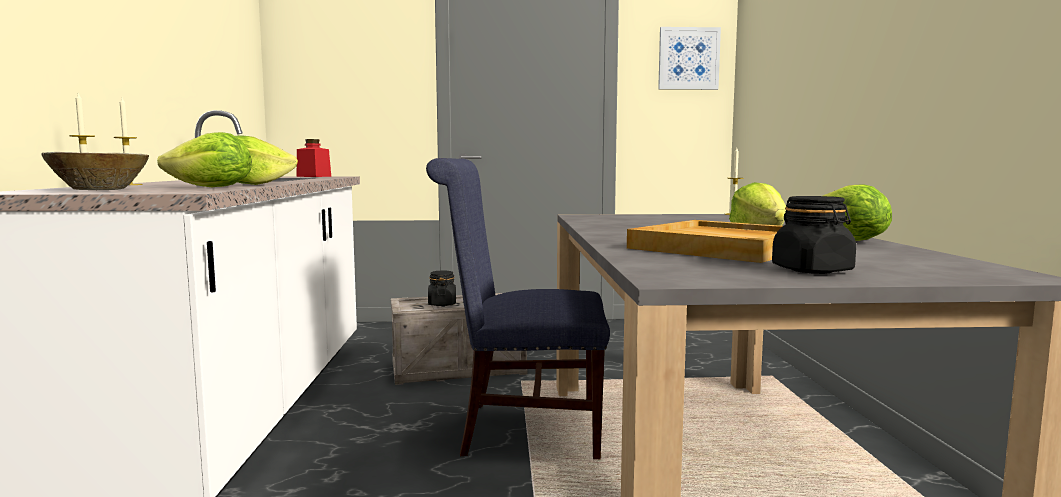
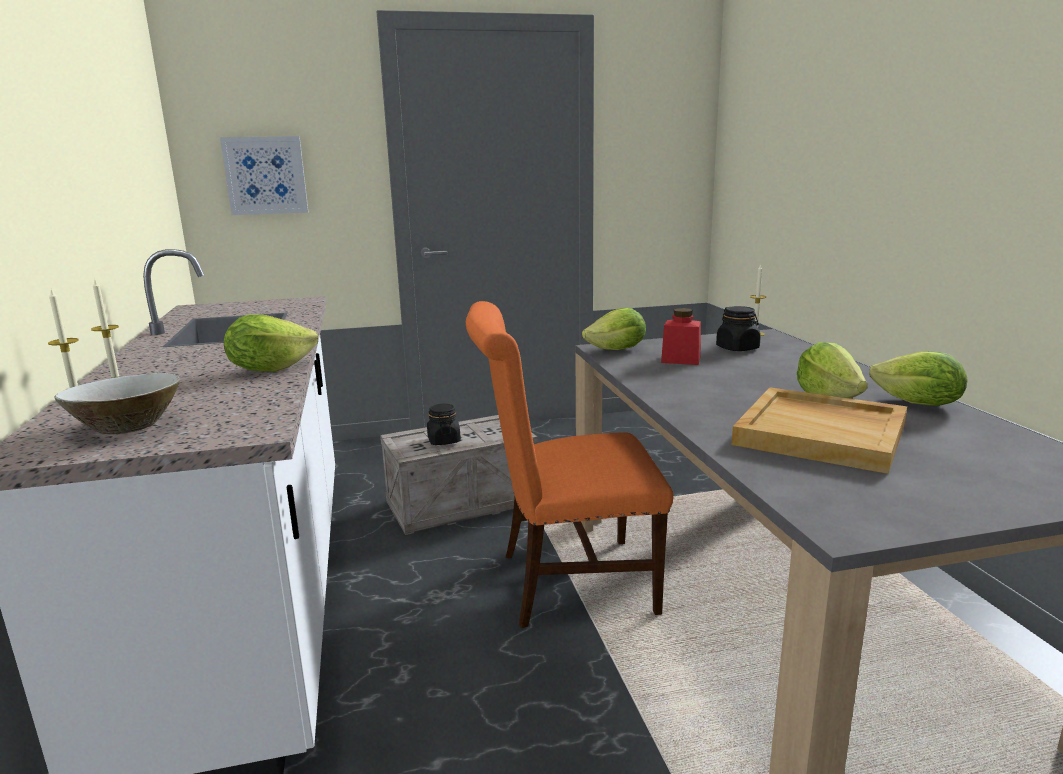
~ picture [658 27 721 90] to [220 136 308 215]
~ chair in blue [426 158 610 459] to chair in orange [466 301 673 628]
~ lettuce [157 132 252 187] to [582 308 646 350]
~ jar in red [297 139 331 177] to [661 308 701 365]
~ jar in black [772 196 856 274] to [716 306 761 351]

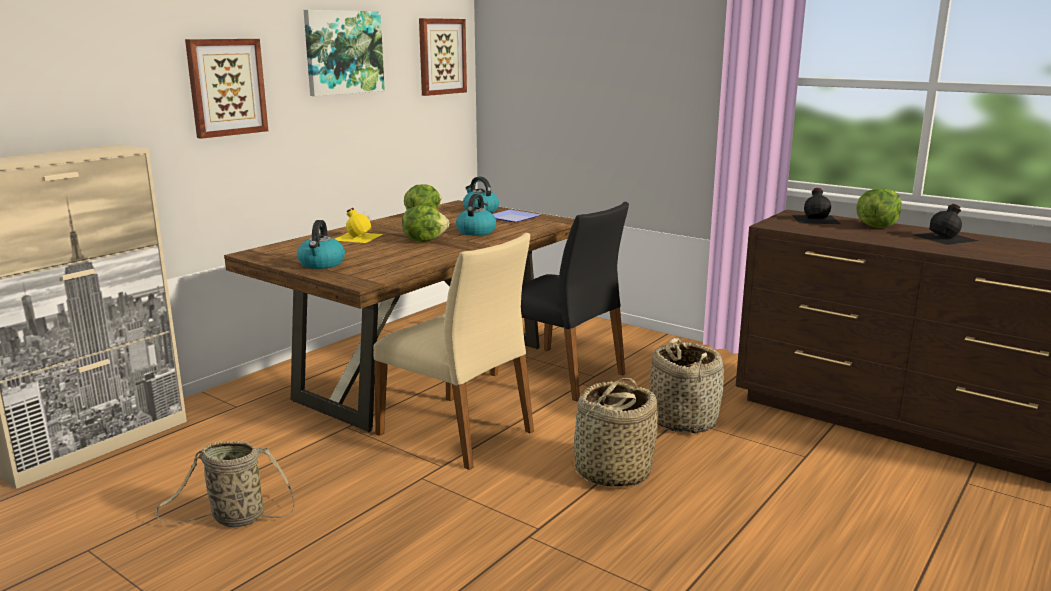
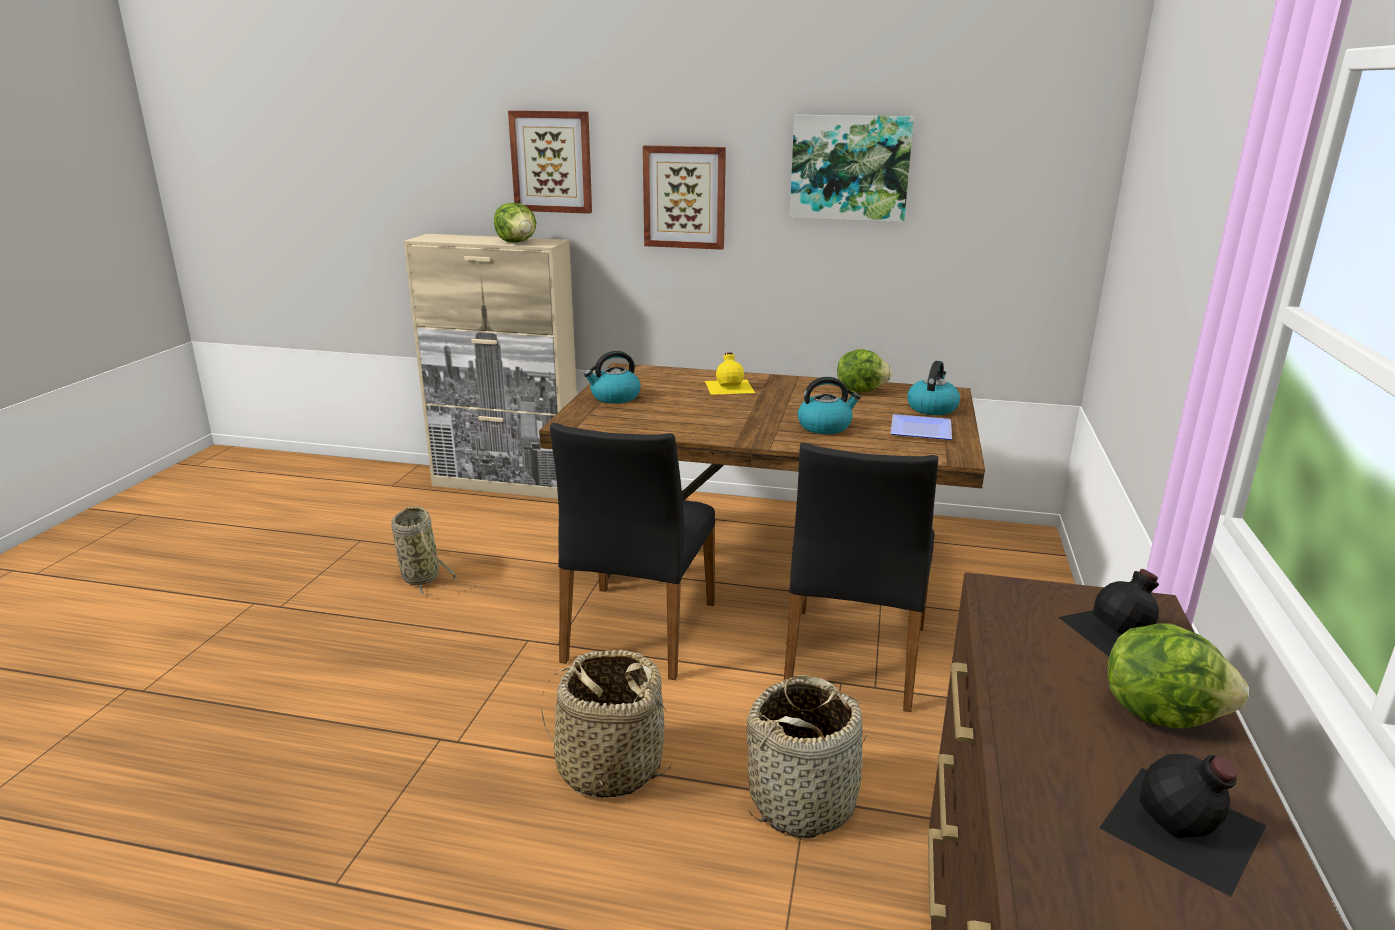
~ lettuce [402 205 449 242] to [494 203 536 243]
~ picture [419 18 467 96] to [508 110 592 214]
~ chair in beige [374 233 534 470] to chair in black [550 423 715 680]

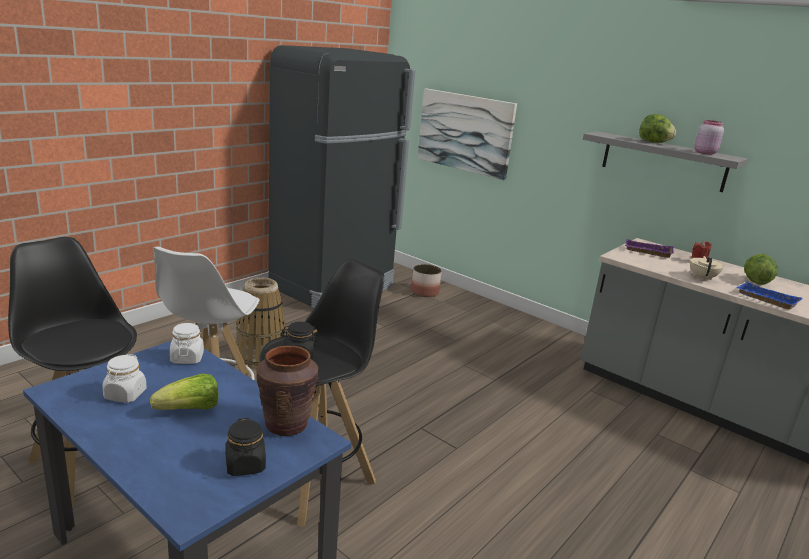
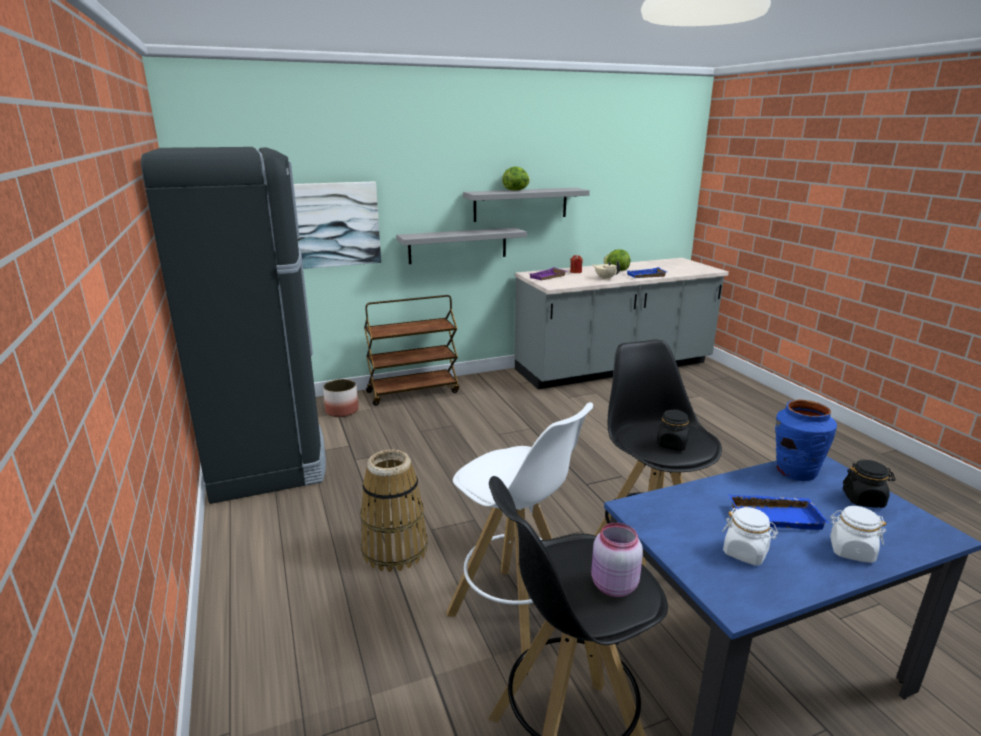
+ cart in brown [364 295 459 406]
+ shelf in grey [396 227 527 264]
~ jar in pink [694 120 724 155] to [591 523 643 597]
~ lettuce [150 374 219 410] to tray in blue [729 495 829 530]
~ vase in brown [256 346 319 436] to vase in blue [775 400 837 481]
~ jar in white [170 323 204 364] to [830 506 886 563]

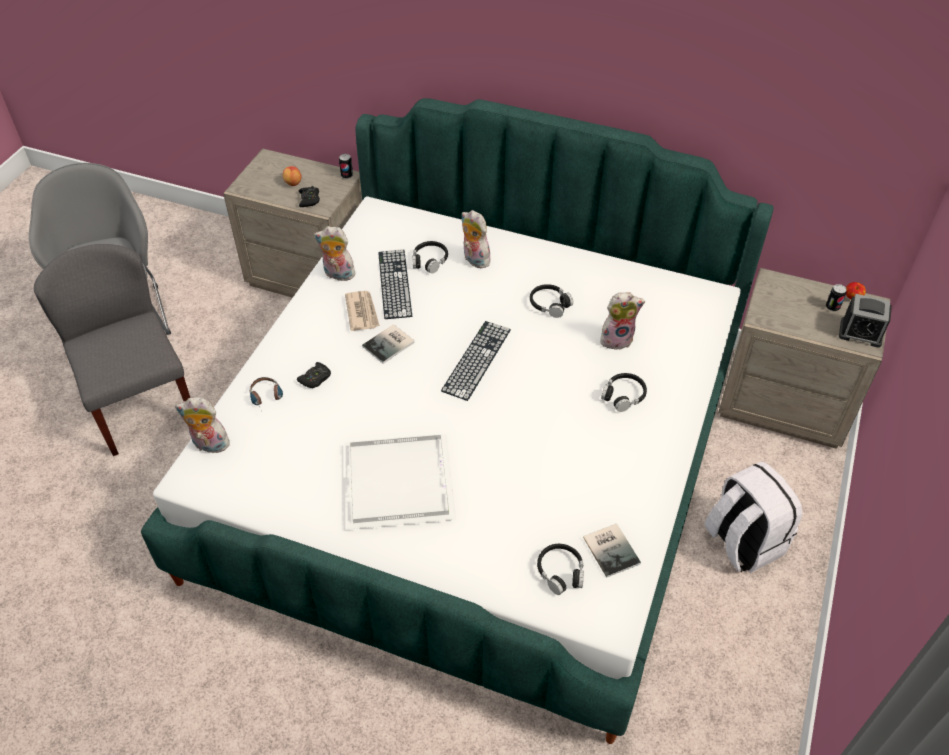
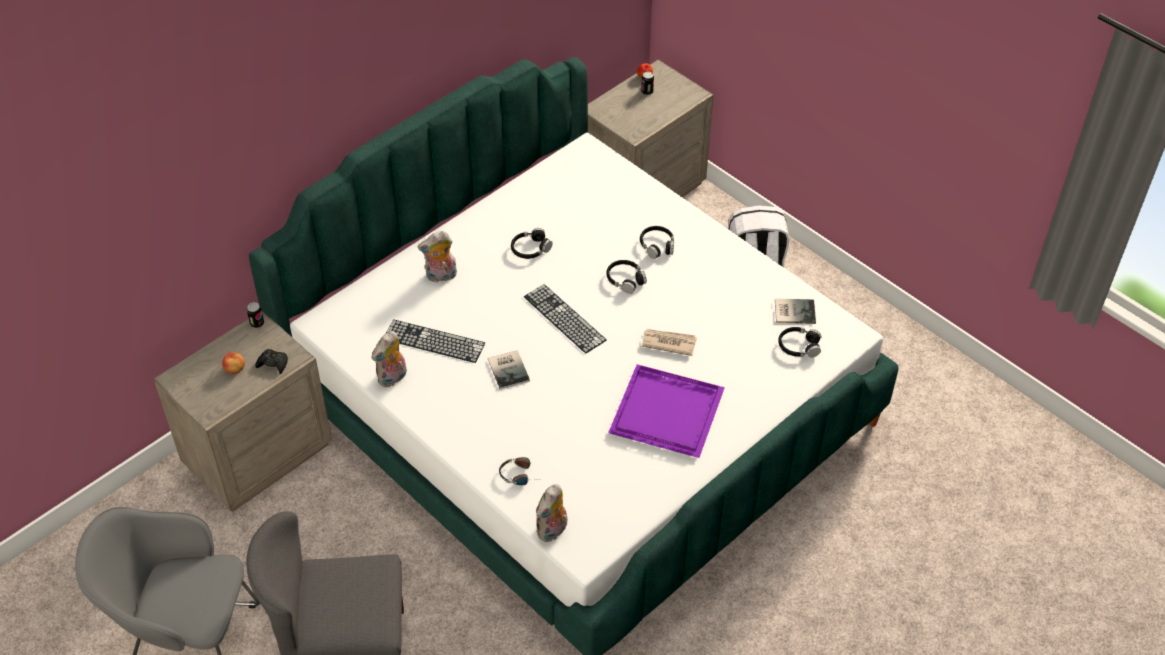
~ headphones in black [412 241 448 274] to [607 260 647 294]
~ tray in white [344 434 456 530] to tray in purple [608 364 725 458]
~ newspaper [345 291 380 331] to [642 329 697 356]
- game controller in black [297 362 331 388]
- plush toy [600 292 645 350]
- alarm clock [839 294 892 348]

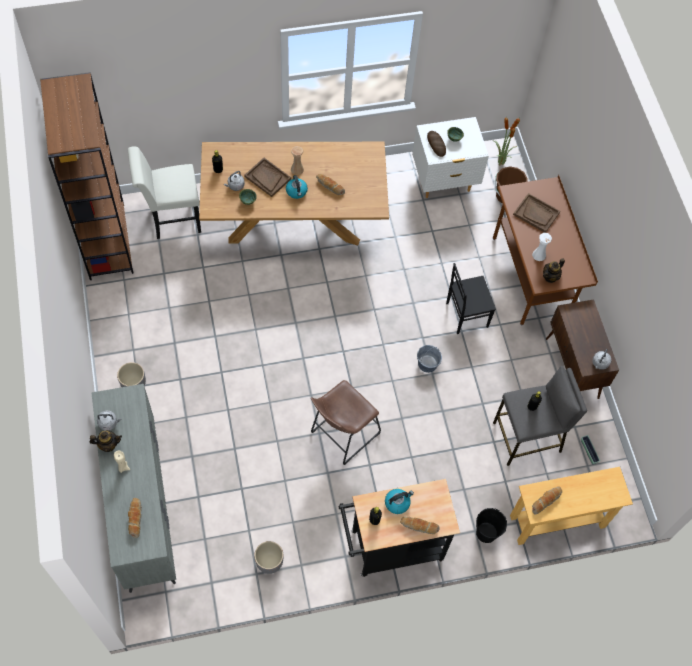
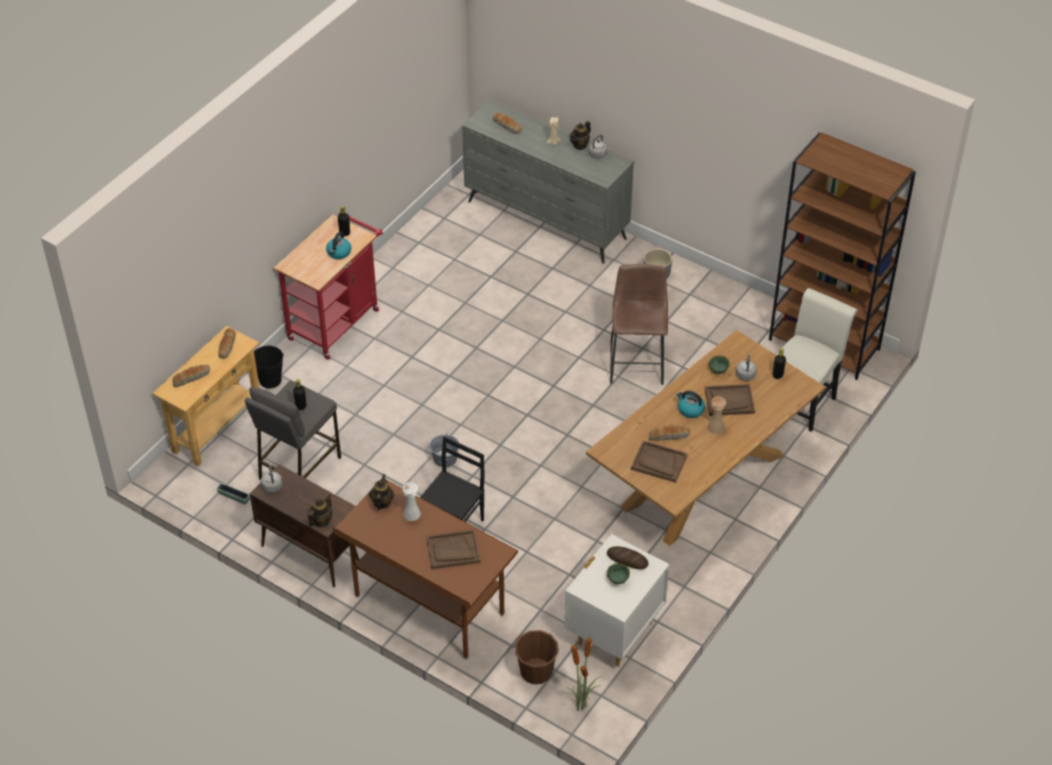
~ bread [400 517 440 534] to [173 364 210 387]
~ cart in black [338 479 460 577] to cart in red [274 212 383 360]
+ teapot [308 494 332 527]
~ stool in brown [311 380 381 465] to [610 264 668 385]
+ tray in brown [631 441 687 483]
- planter in grey [254 541 284 574]

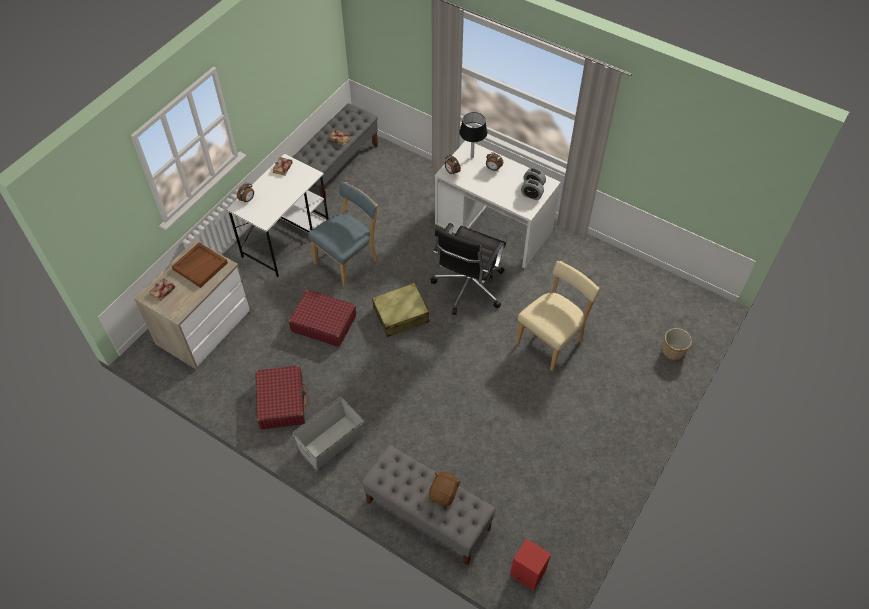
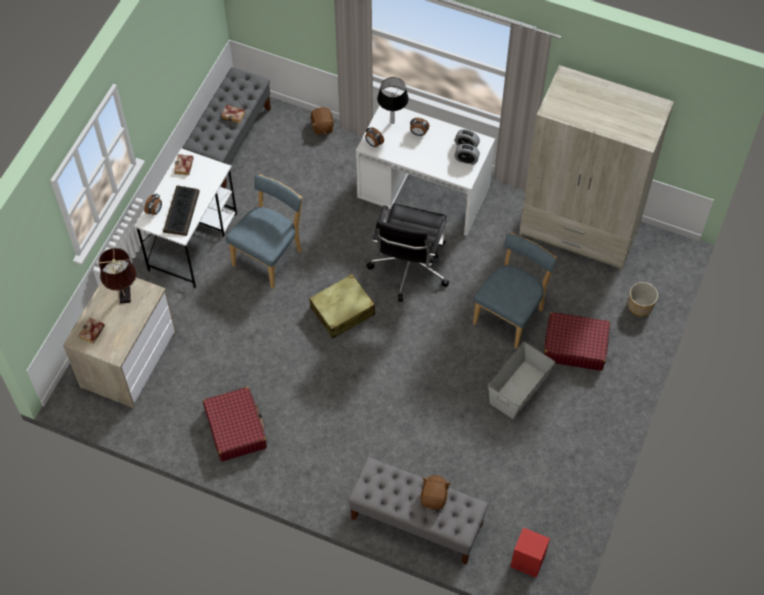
~ tray in brown [172 242 228 288] to table lamp in brown [98 248 137 304]
+ keyboard [163 186 200 236]
+ plush toy in brown [311 107 335 135]
~ chair in beige [516 261 600 371] to chair in blue [473 233 557 349]
~ storage box in grey [293 397 364 470] to [488 342 555 419]
+ wardrobe in beige [519 65 674 270]
~ suitcase in red [289 290 356 347] to [544 312 610 371]

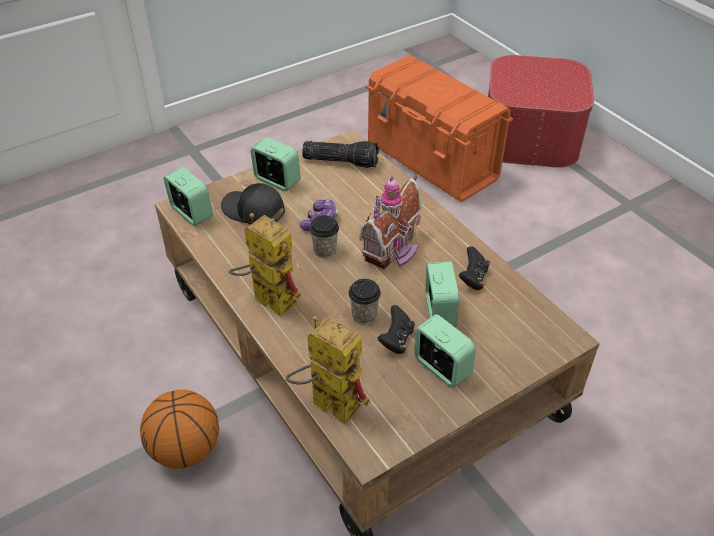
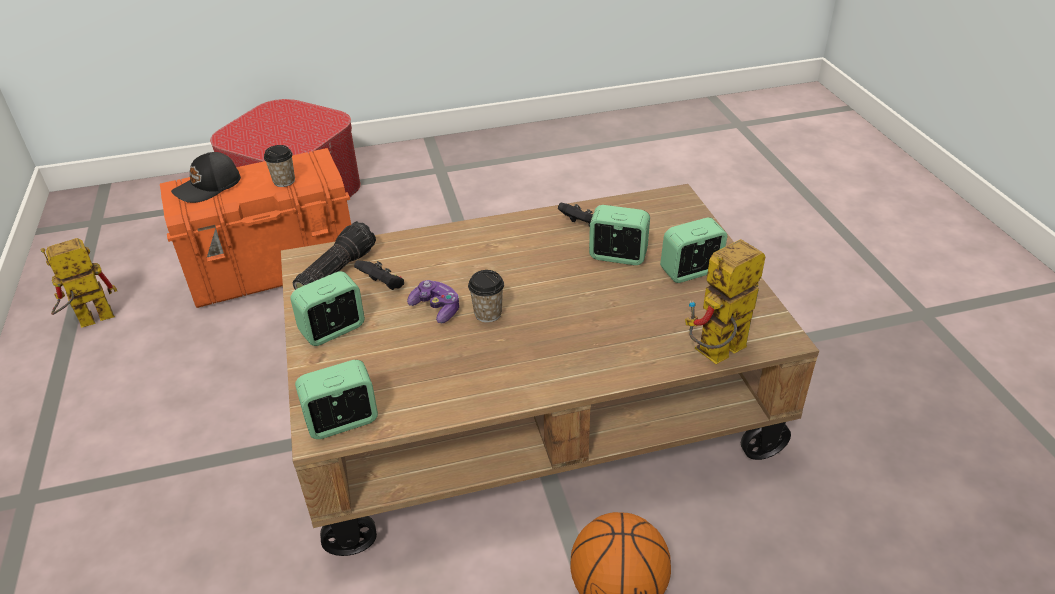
~ toy robot [228 213 302 317] to [41 238 117 328]
~ cap in black [221 183 285 225] to [171 152 241 203]
~ cup [349 279 381 325] to [264 145 295 187]
~ game controller in black [378 305 415 354] to [354 260 404 290]
- toy house [359 175 422 270]

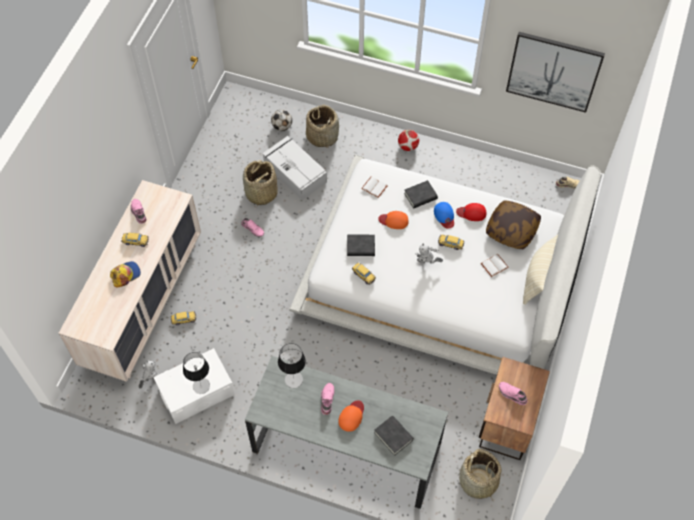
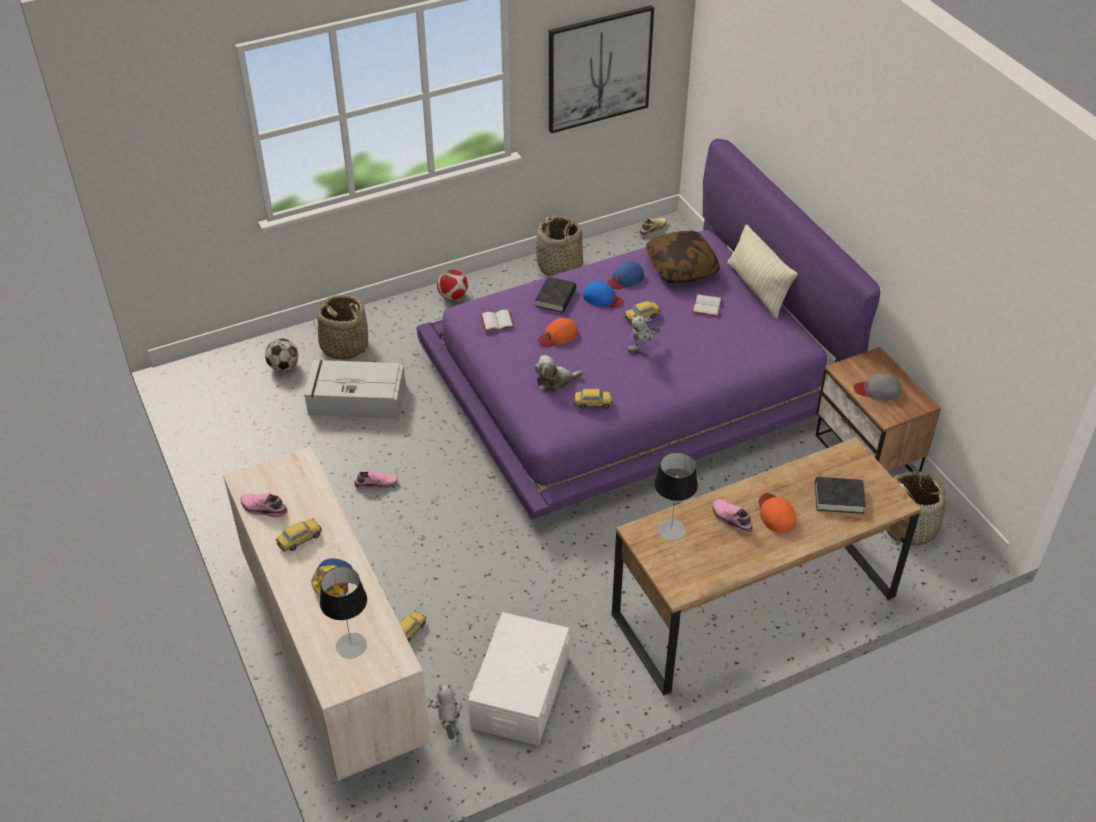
~ table lamp [183 352 210 394] to [320 566 367 658]
~ bed in white [289 155 601 375] to bed in purple [416 139 880 520]
~ book in black [347 235 375 256] to plush toy [534 355 583 392]
~ basket [243 160 278 207] to [536 216 583 276]
~ cap in red [456 203 486 221] to cap in blue [607 261 644 289]
~ desk in grey [245 356 448 509] to desk in brown [612 437 921 696]
~ shoe in pink [499 382 528 405] to cap in grey [853 373 901 400]

